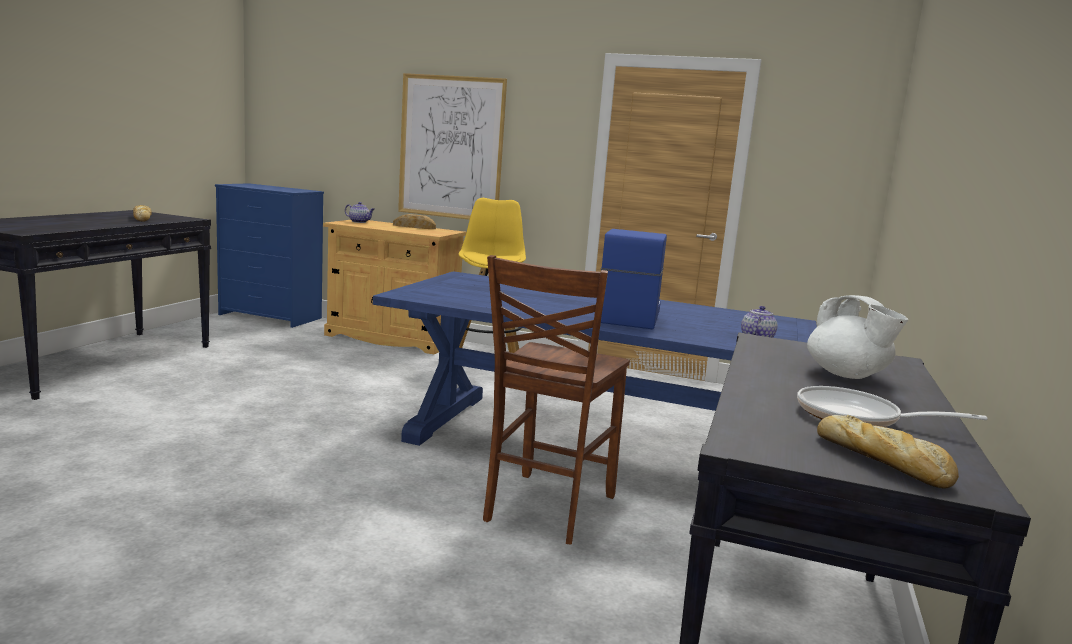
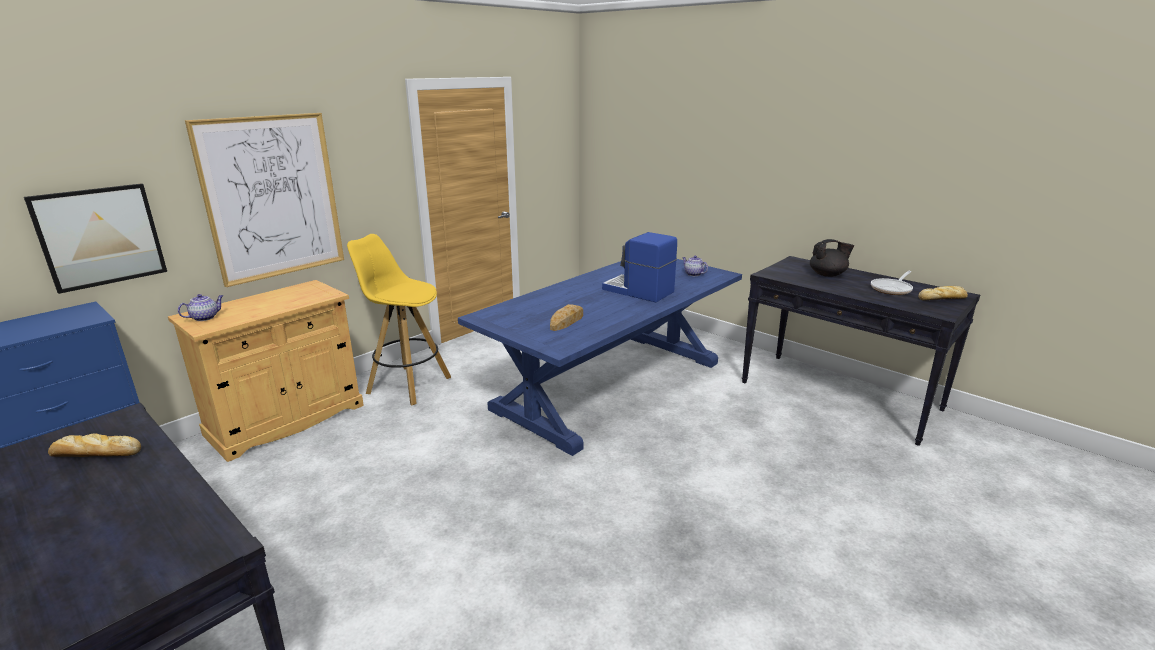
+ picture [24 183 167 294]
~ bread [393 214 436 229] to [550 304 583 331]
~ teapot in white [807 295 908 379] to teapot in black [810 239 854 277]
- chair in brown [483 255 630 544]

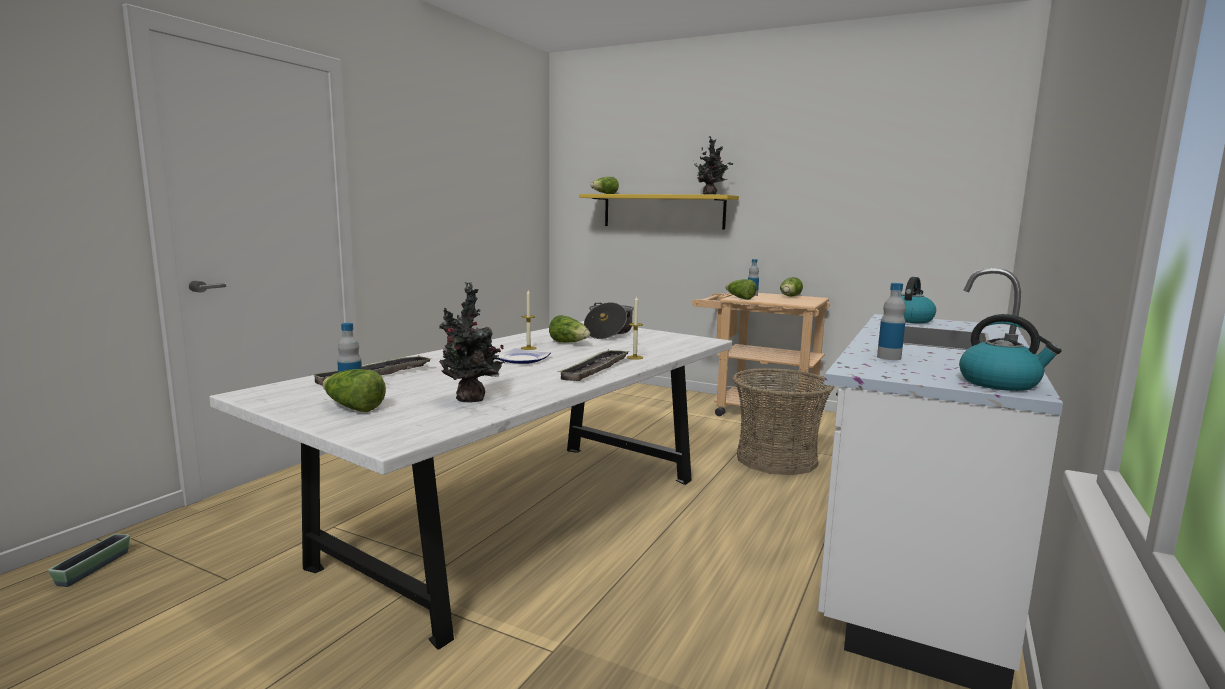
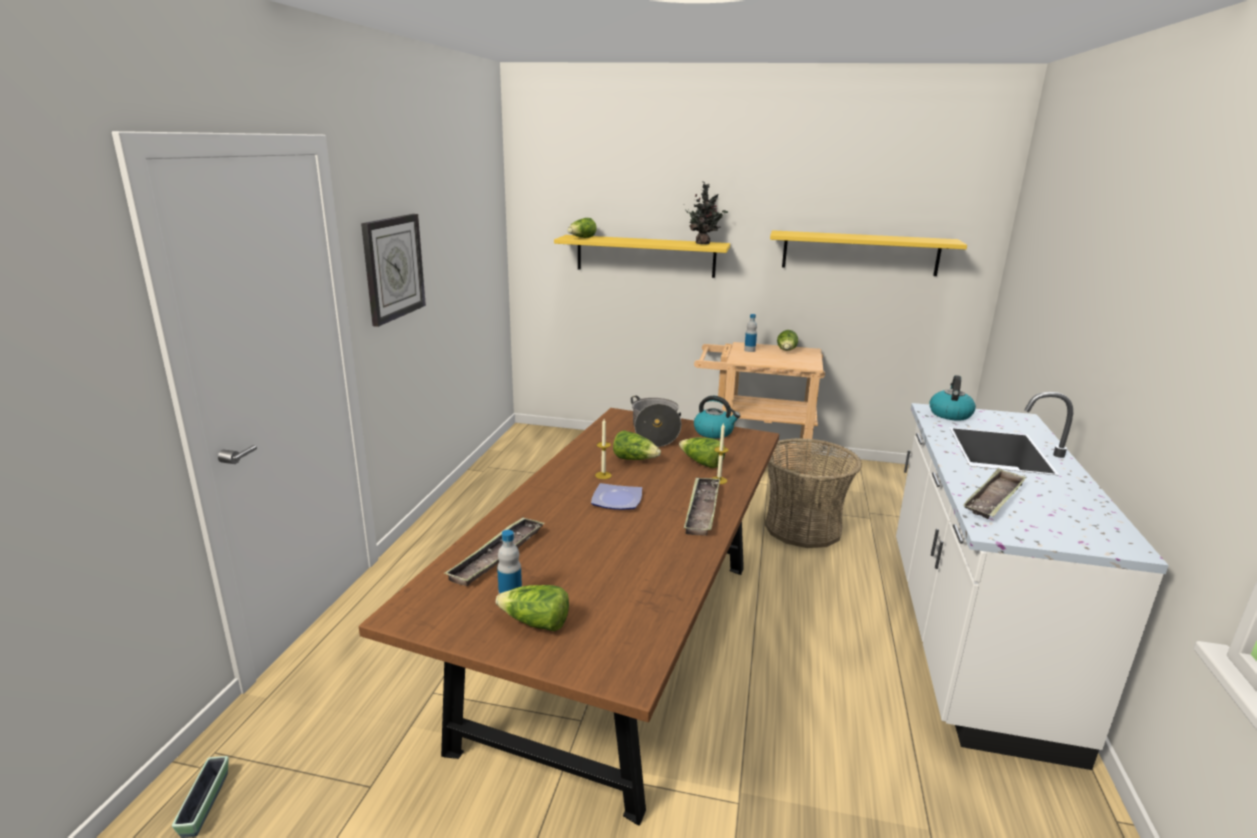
~ dining table in white [210 321 732 650] to dining table in brown [359 408 779 826]
+ wall clock [361 214 426 327]
~ lettuce [725 279 757 300] to [679 437 725 468]
~ kettle [959 314 1062 391] to [694 396 740 438]
+ shelf in yellow [770 230 967 276]
~ bottle [877 283 906 360] to tray [963 468 1026 519]
- potted plant [439 282 505 403]

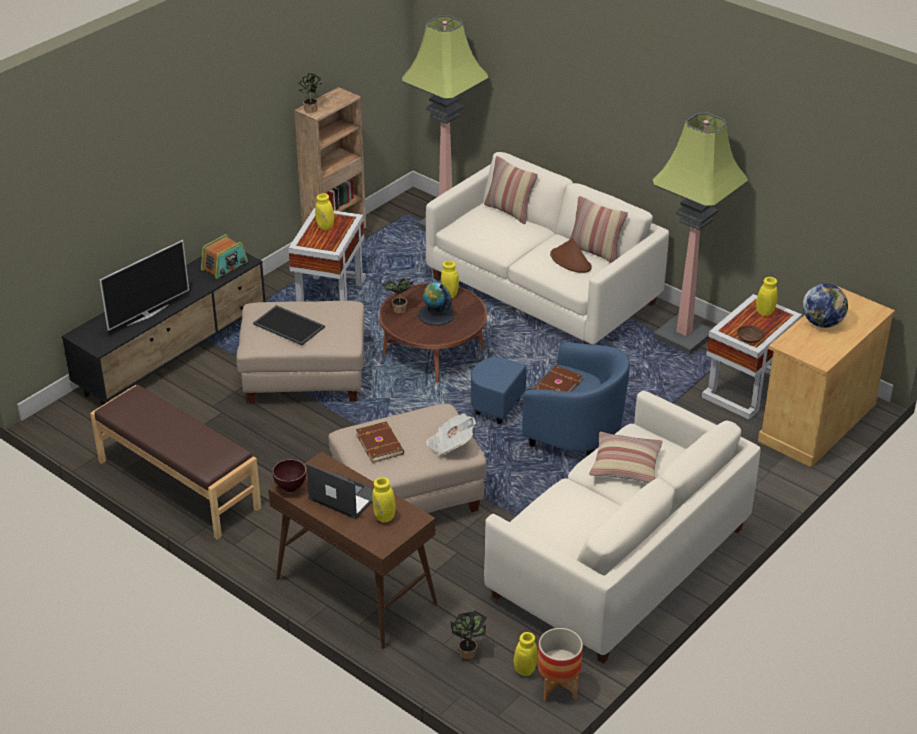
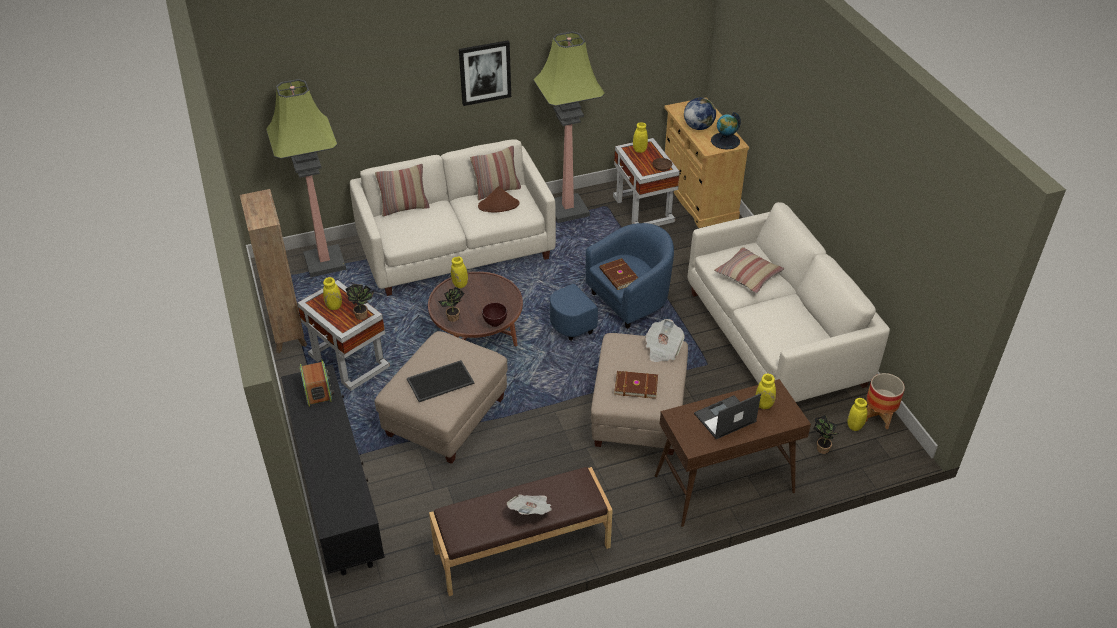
~ potted plant [298 73 322 113] to [345 284 375 320]
+ picture [459 40 511 106]
~ bowl in brown [272 459 306 492] to [482 303 507 327]
+ newspaper [507 495 552 515]
~ globe [418 282 454 326] to [711 112 741 150]
- television [100 240 189 331]

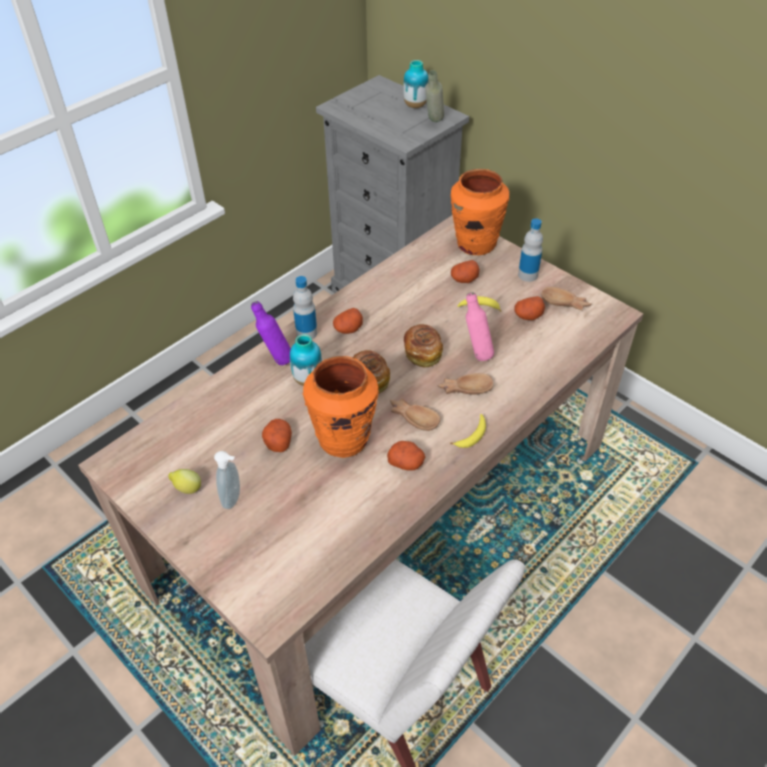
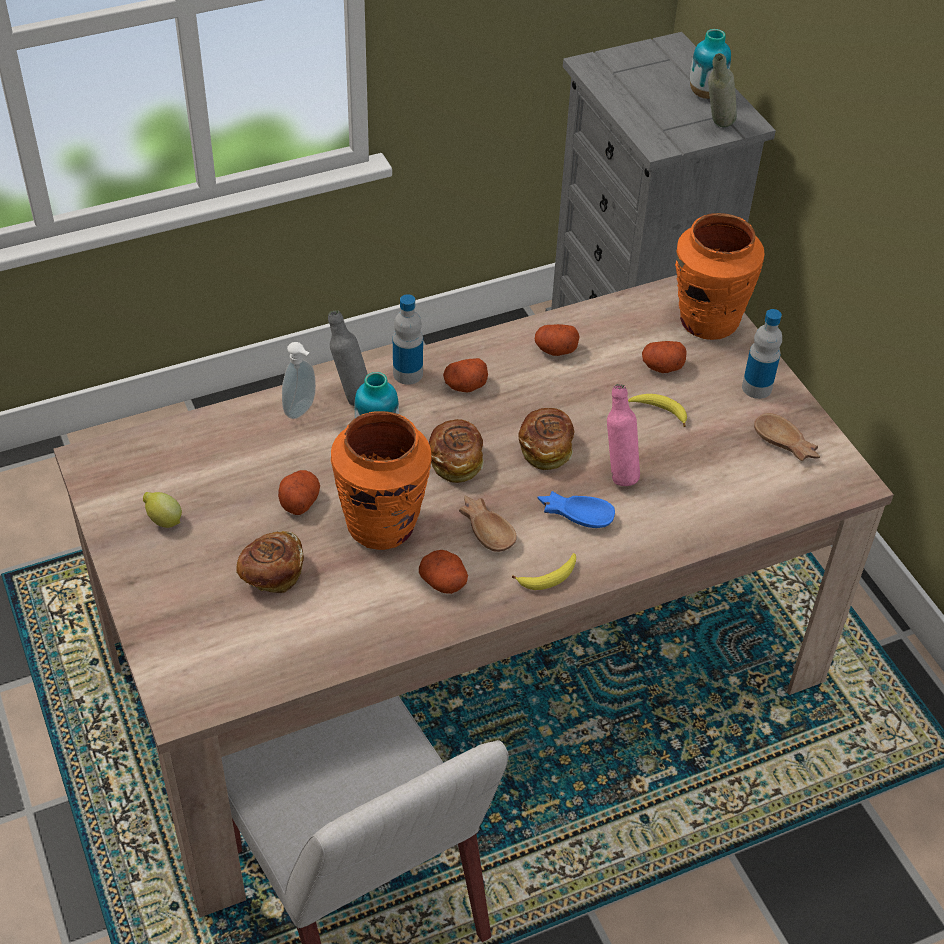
+ bread [237 531 304 593]
~ soap dispenser [214 451 240 509] to [282 342 316 419]
~ bottle in purple [251 301 291 365] to bottle in grey [328 310 368 406]
~ potato [514 296 545 320] to [535 324 580 356]
~ bowl in brown [437 373 493 395] to bowl in blue [537 491 615 528]

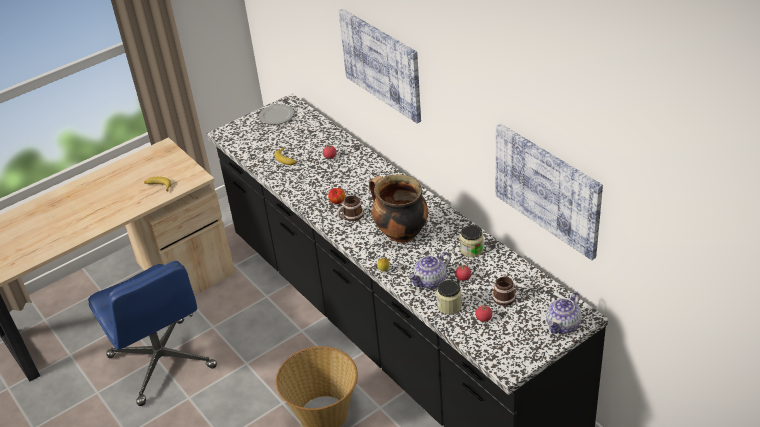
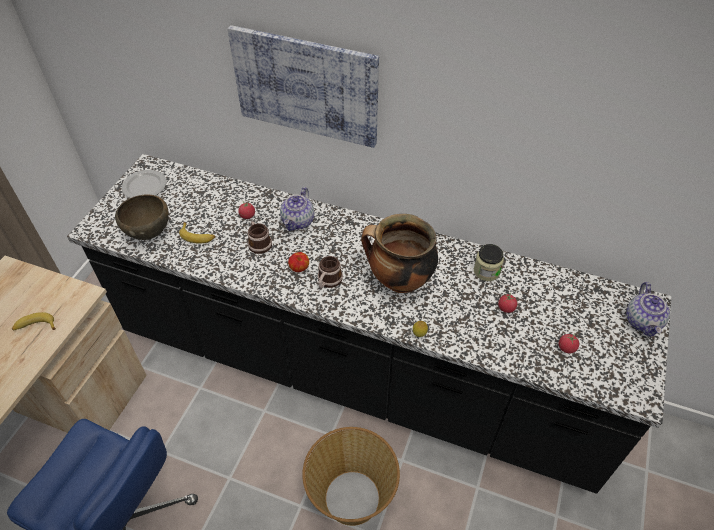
+ bowl in brown [115 195 169 240]
~ mug [492 274 516 306] to [247 221 272 254]
~ teapot [409 252 451 289] to [280 187 314 231]
- jar [437 280 462 314]
- picture [496 123 603 260]

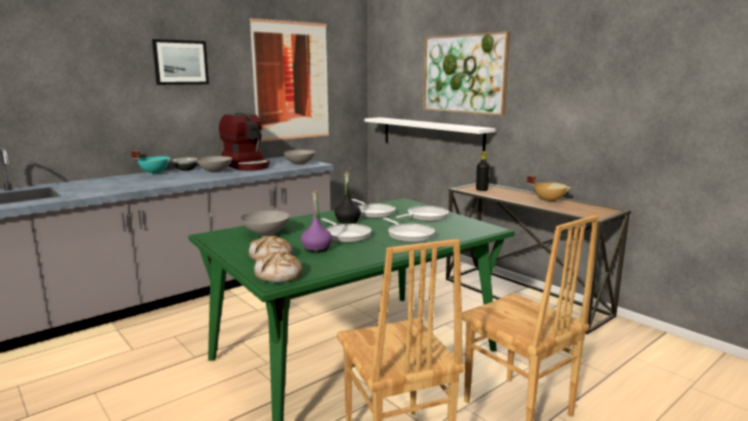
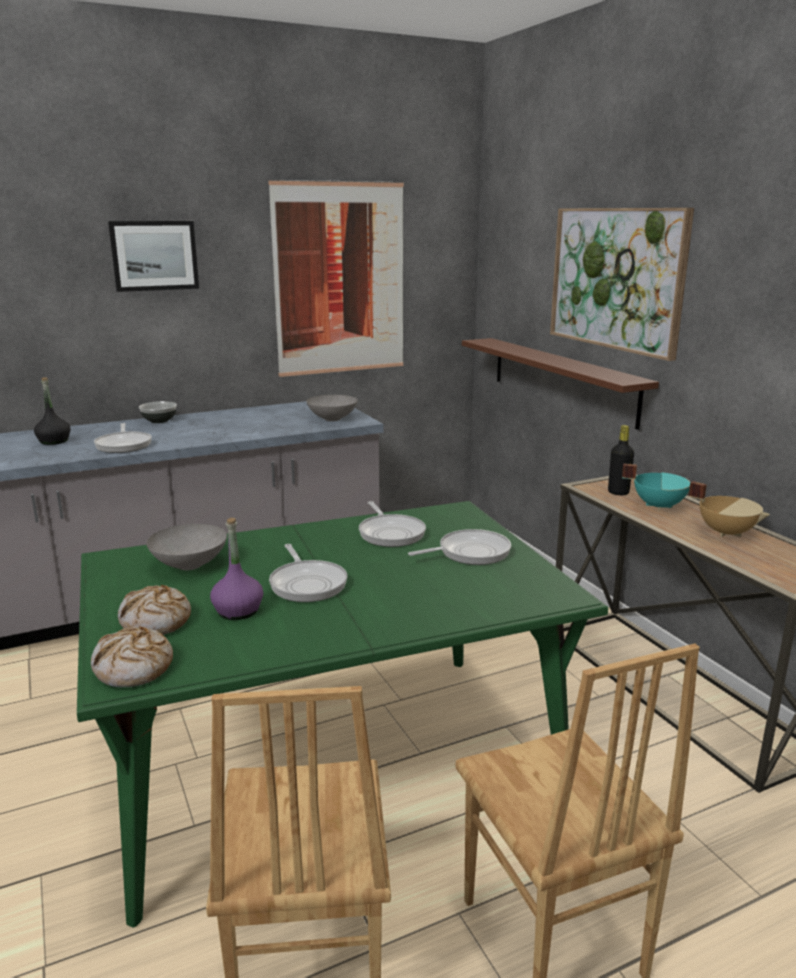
~ bottle in black [334 171 361 224] to [34 377 71 445]
~ frying pan [383 218 435 242] to [94 423 152 453]
~ shelf in white [364 117 495 151] to shelf in brown [462 338 659 430]
~ cooking pot in turquoise [131 151 172 175] to [622 464 691 511]
- bowl in grey [196 156 232 173]
- coffee machine [219 113 270 171]

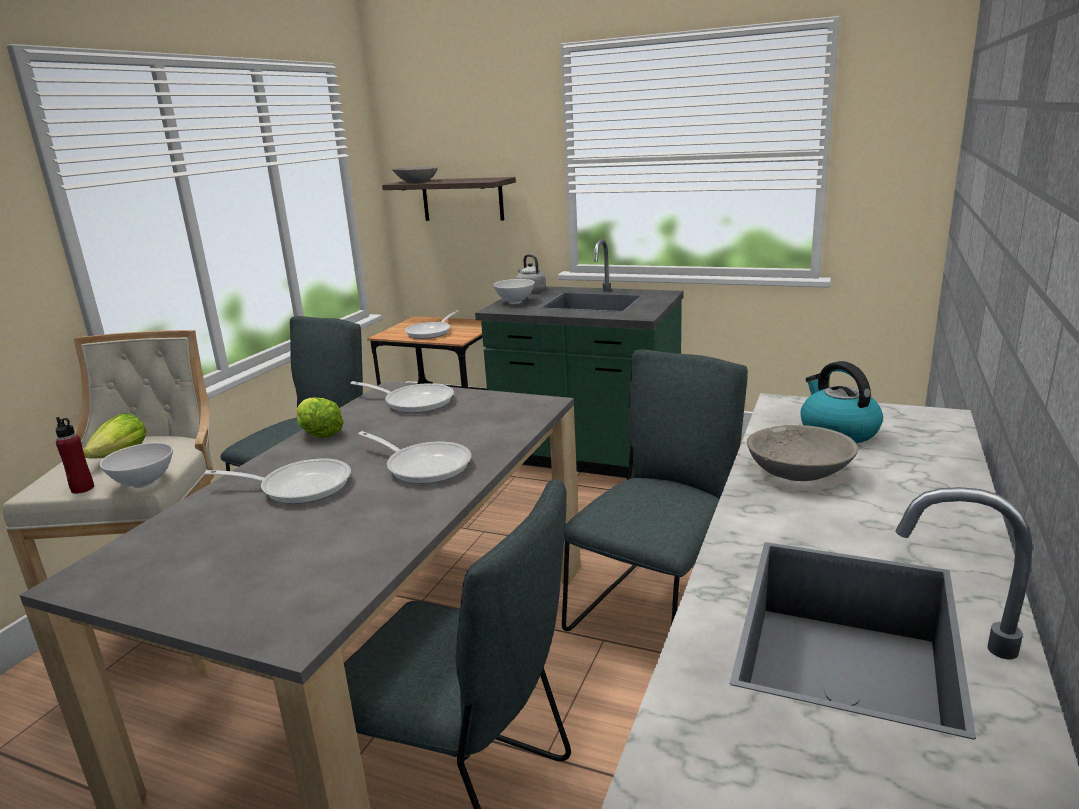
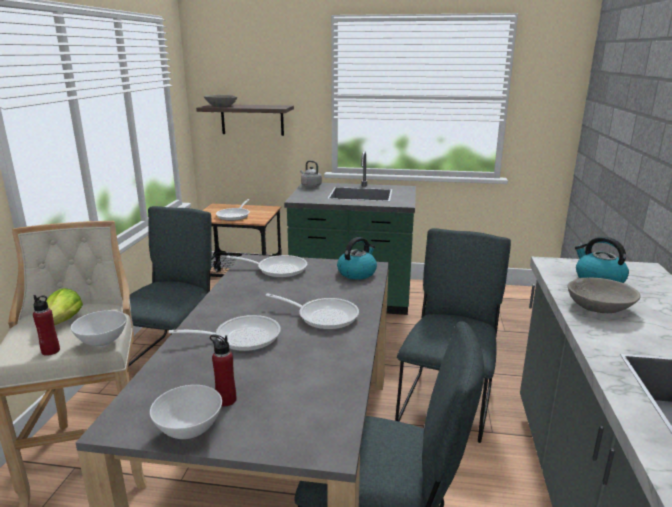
~ bowl in white [493 279 535 304] to [150 385 222 439]
+ bottle in red [210 335 236 406]
+ kettle [337 237 377 280]
- lettuce [296 398 344 438]

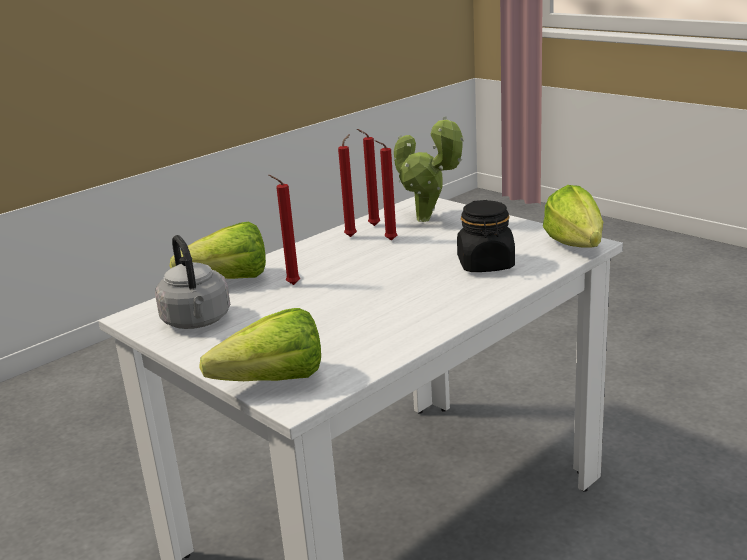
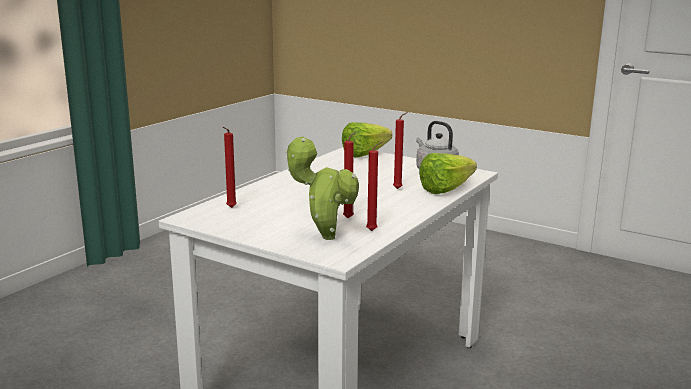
~ candle in red [338 134 357 237] to [223 127 237 208]
- jar in black [457 200 515 272]
- lettuce [543 185 603 248]

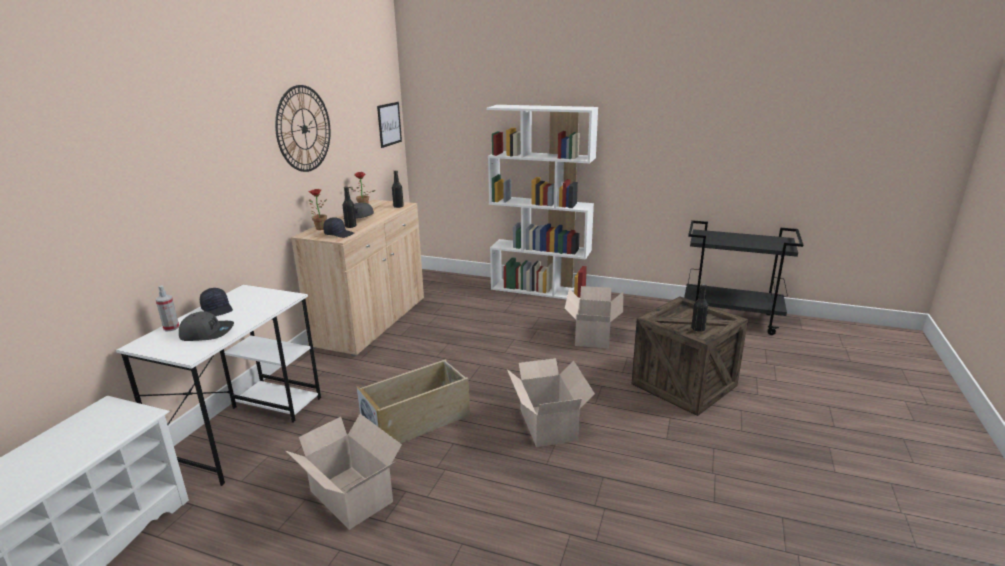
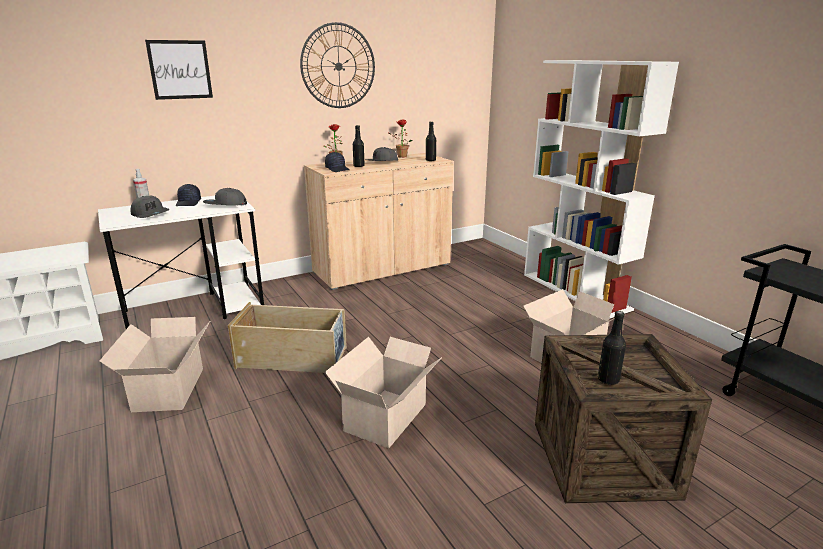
~ picture [377 102 402 148] to [145 40 213 100]
+ cap in grey [203 188 247 205]

